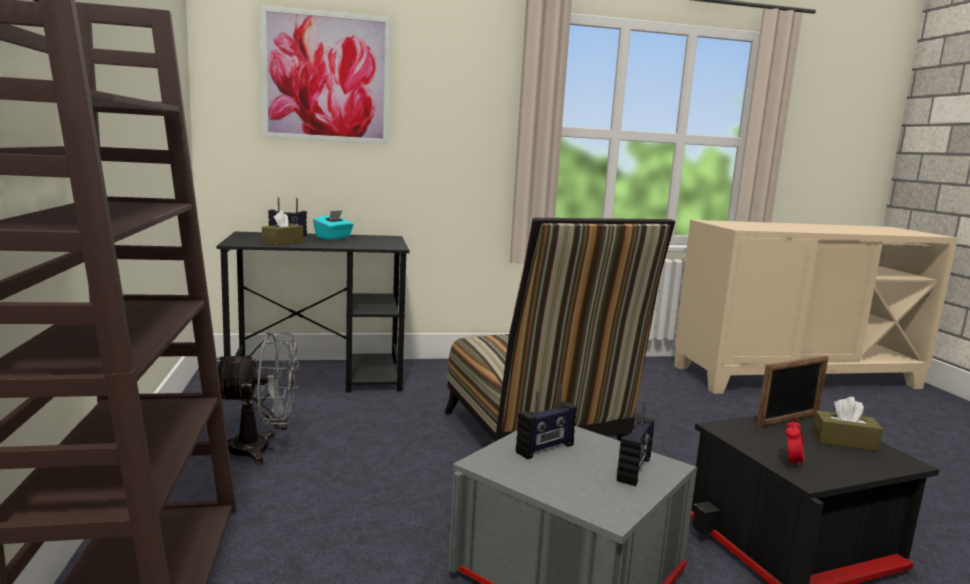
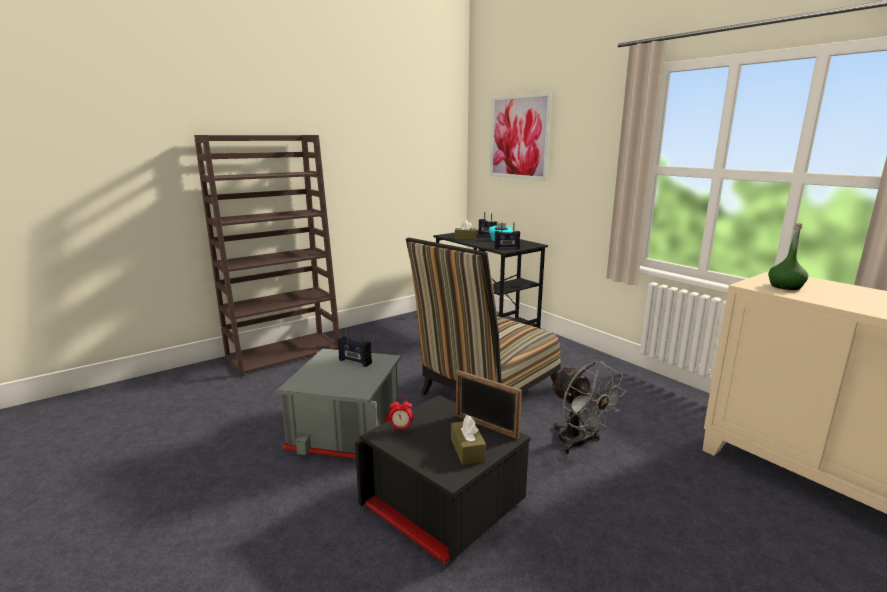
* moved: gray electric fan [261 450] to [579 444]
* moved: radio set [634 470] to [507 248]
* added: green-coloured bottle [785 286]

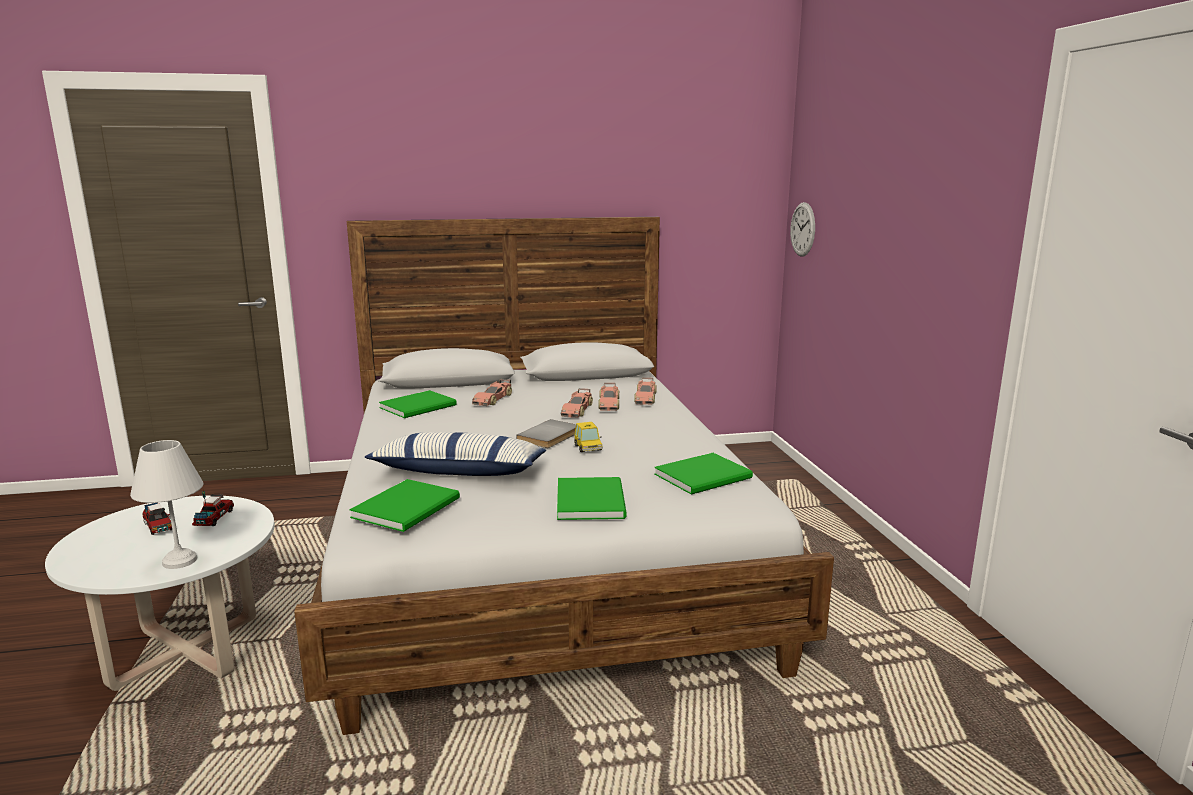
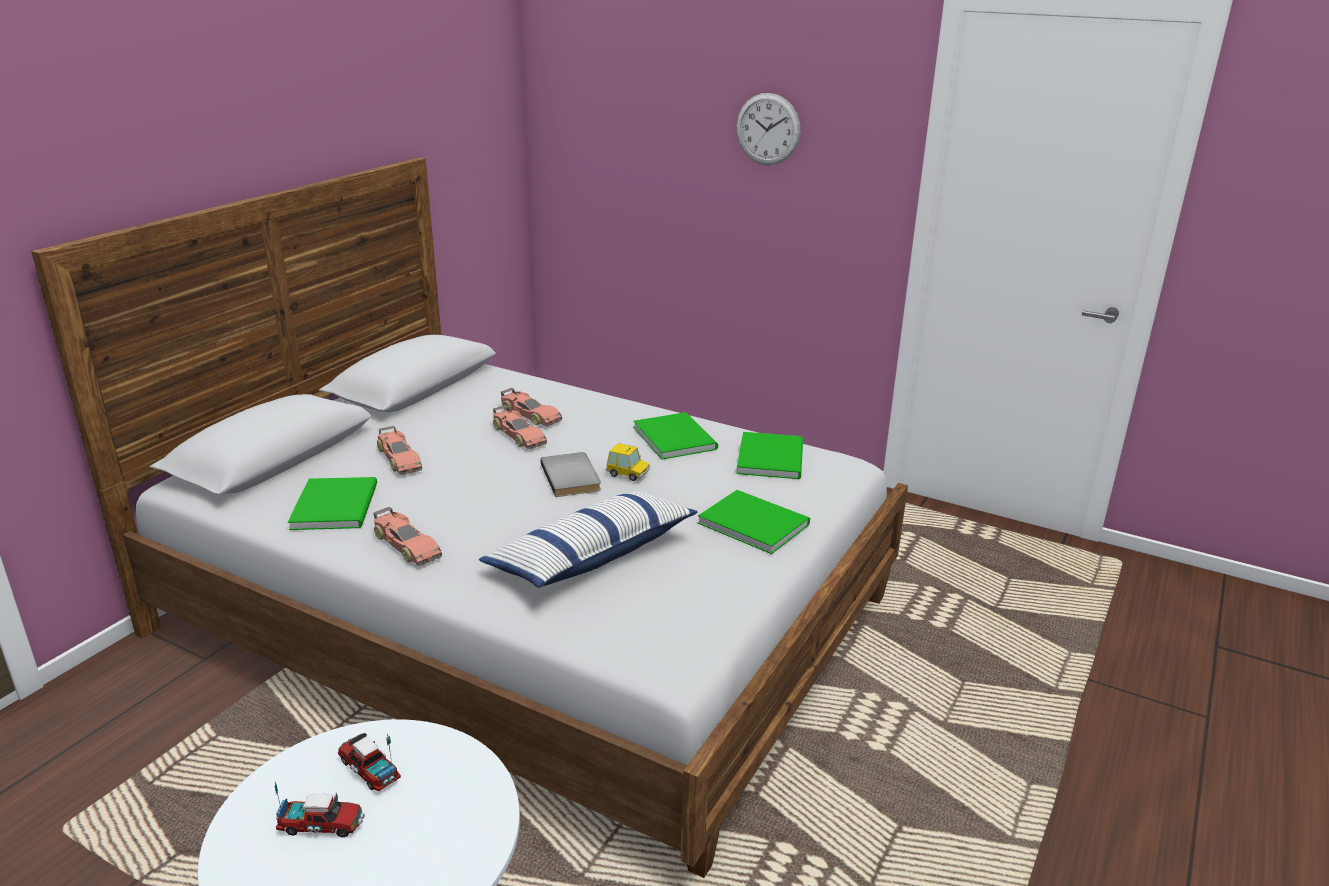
* removed: white-coloured lamp for a table [178 561]
* moved: green-coloured volume [410 507] to [675 437]
* moved: model car [645 398] to [406 545]
* moved: hanging clock [803 229] to [768 129]

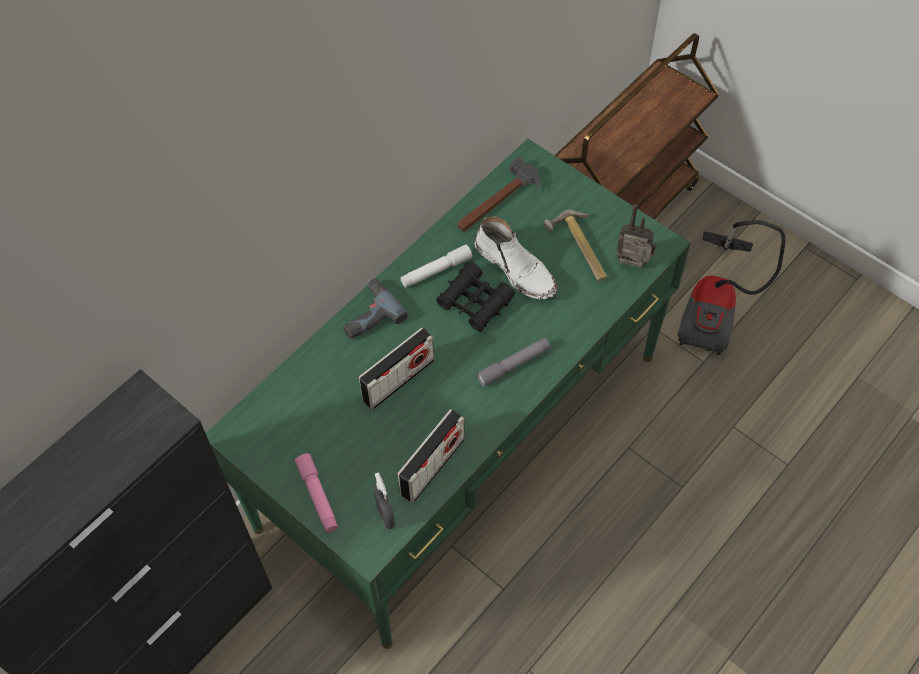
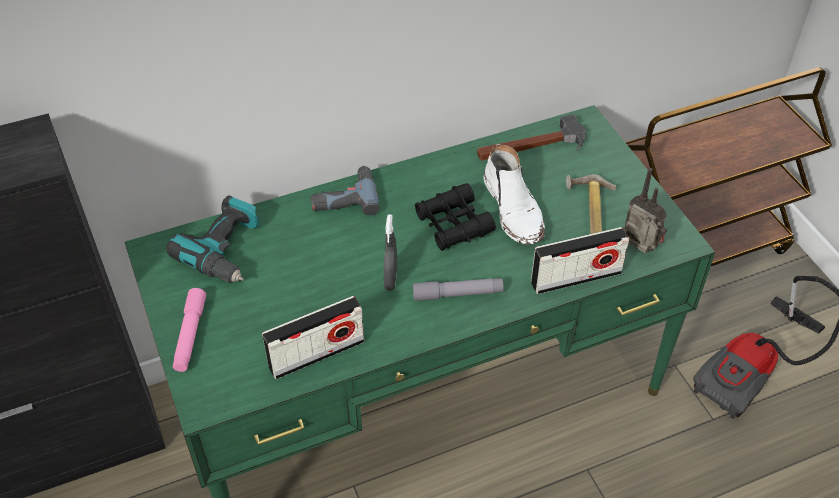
* moved: radio set [398 380] to [576 277]
* moved: gray sprayer [386 515] to [390 279]
* removed: white-coloured torch [436 271]
* added: power drill [226 251]

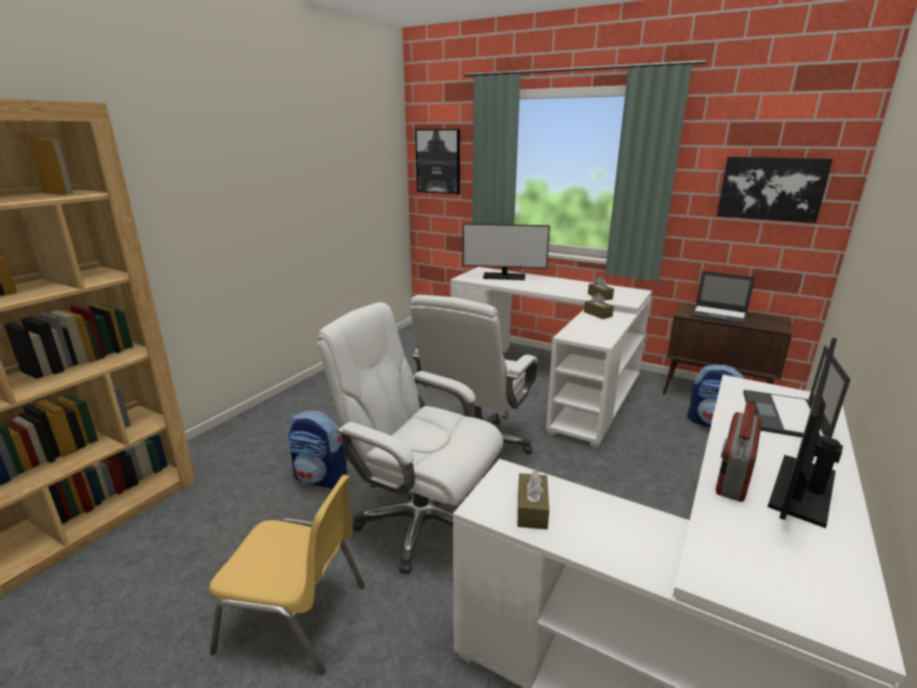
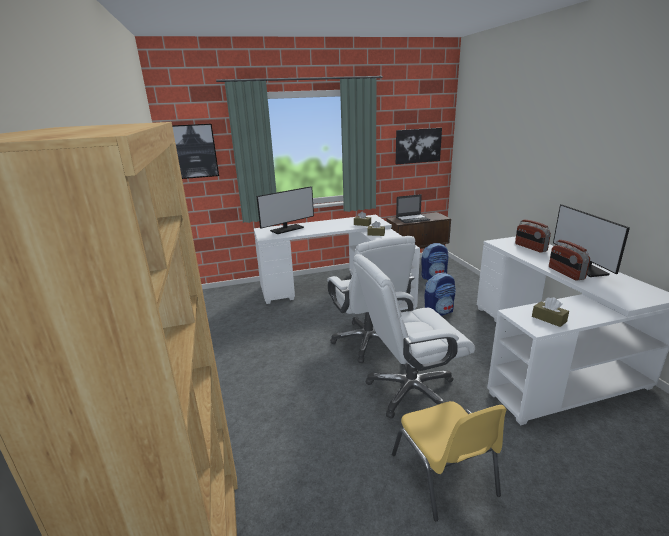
* turned: yellowish plain chair [296 617] = [444 475] 105 degrees clockwise
* moved: backpack [321 478] to [438 312]
* replaced: laptop [784 416] to radio set [530 247]

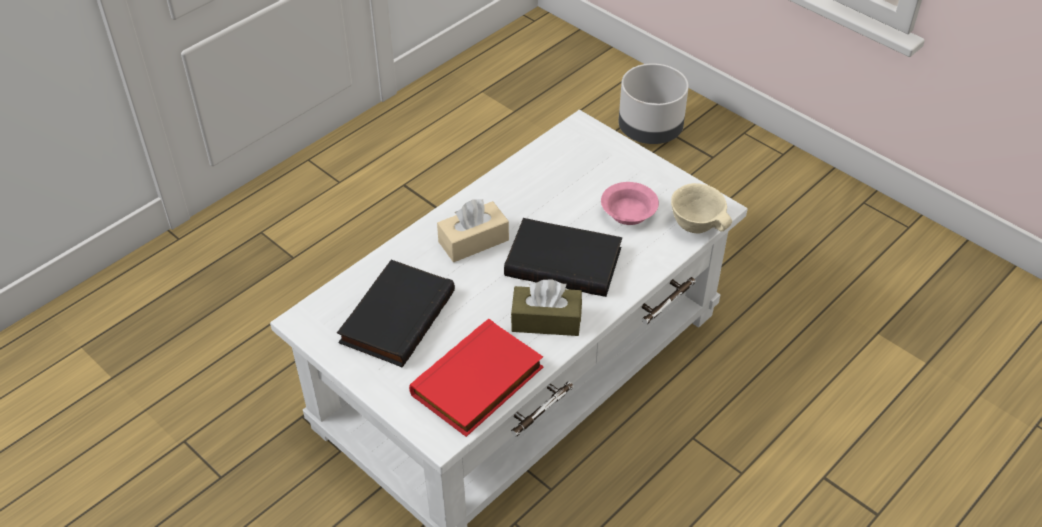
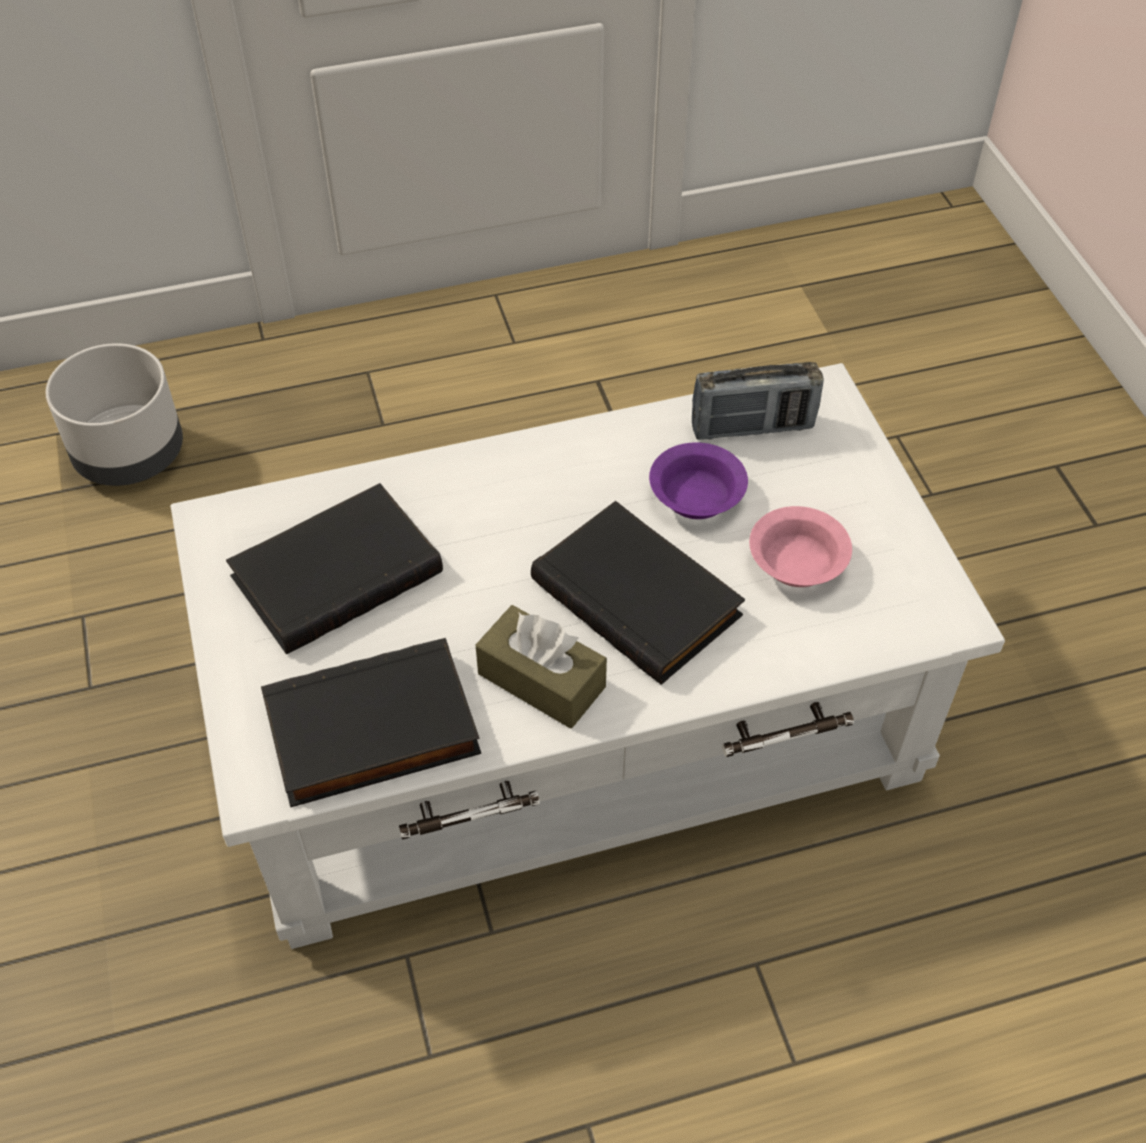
* recoloured: reddish volume [479 383] to black volume [371 732]
* removed: beige tissue holder [473 241]
* moved: gray plant pot [650 131] to [130 456]
* removed: beige serving bowl [697 225]
* added: purple-coloured serving bowl [698 496]
* added: radio set [752 427]

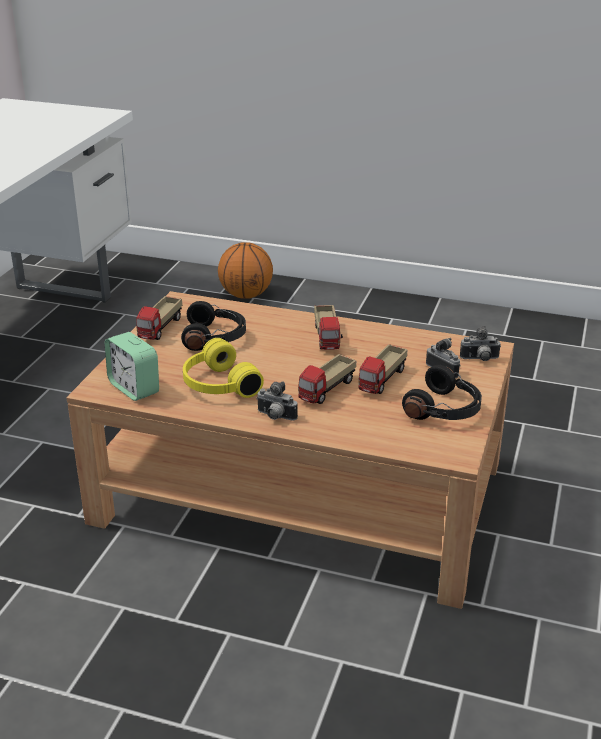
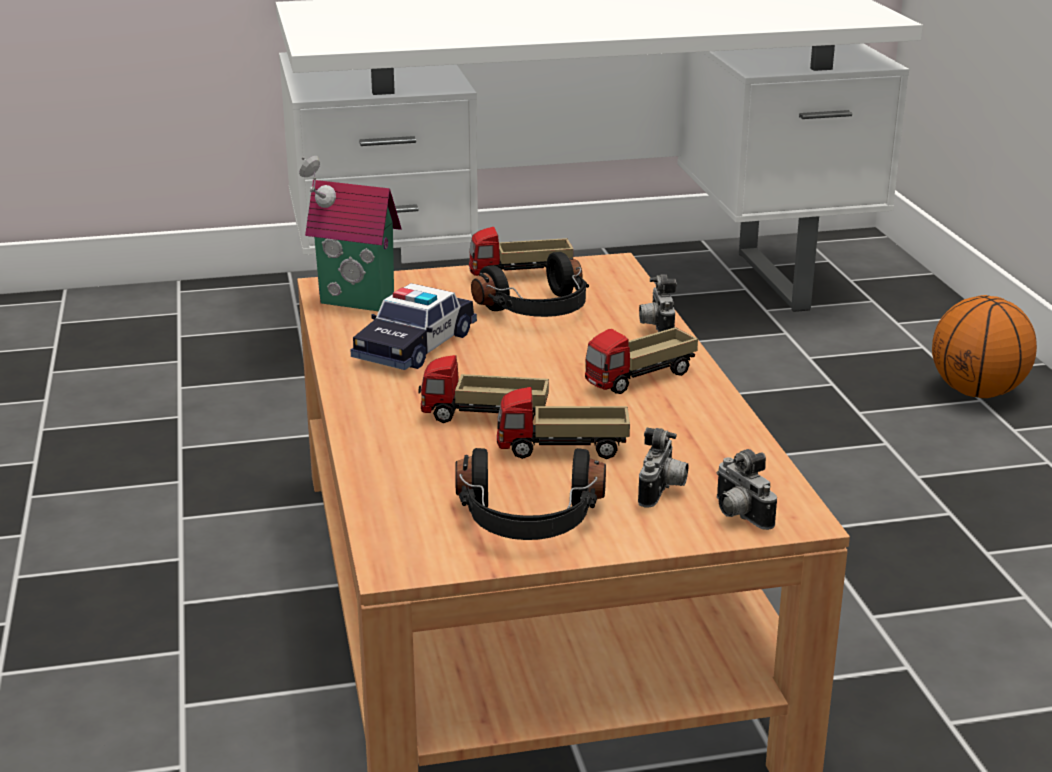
* replaced: table clock [134 388] to model house [354 303]
* replaced: yellowish headphones [217 385] to model car [415 345]
* moved: photo camera [275 417] to [656 327]

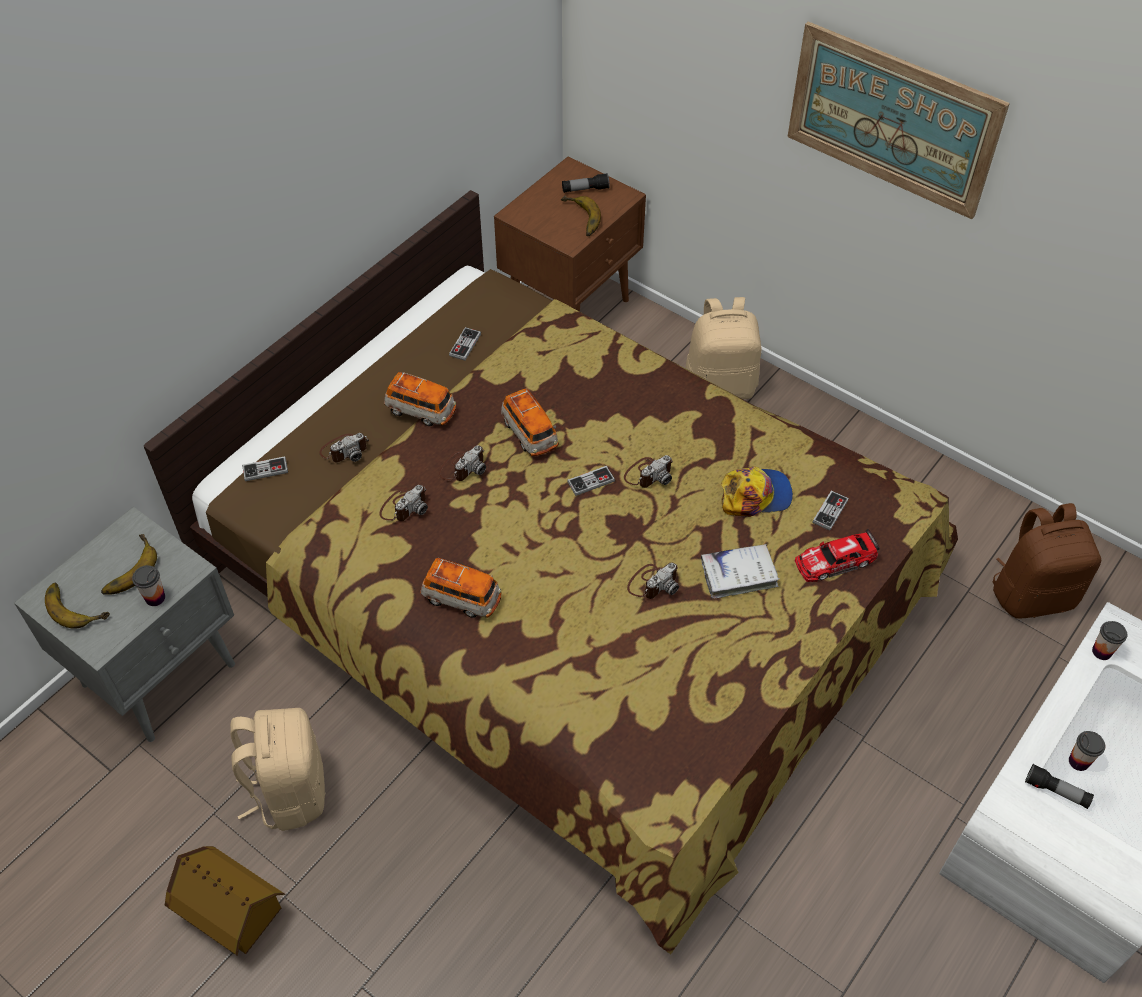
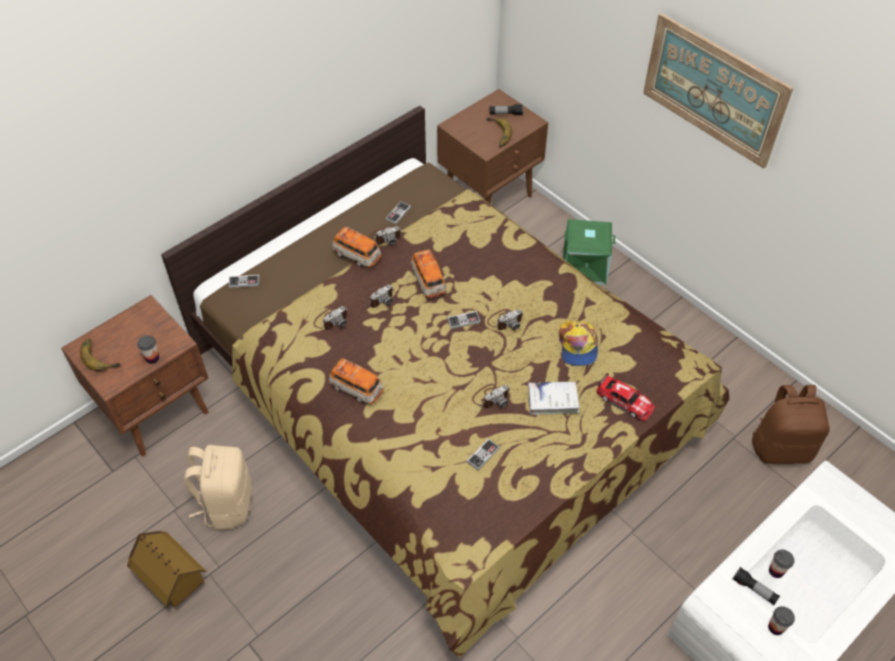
* recoloured: gray bedside table [161 673] to brown bedside table [158 411]
* removed: banana fruit [127 569]
* moved: photo camera [345 450] to [385 237]
* replaced: beige backpack [720 385] to green-coloured storage box [584 265]
* turned: peaked cap [755 495] = [578 346] 90 degrees clockwise
* turned: model car [835 561] = [624 401] 135 degrees counterclockwise
* moved: gamepad [830 511] to [483 455]
* moved: small cup [1101 651] to [775 627]

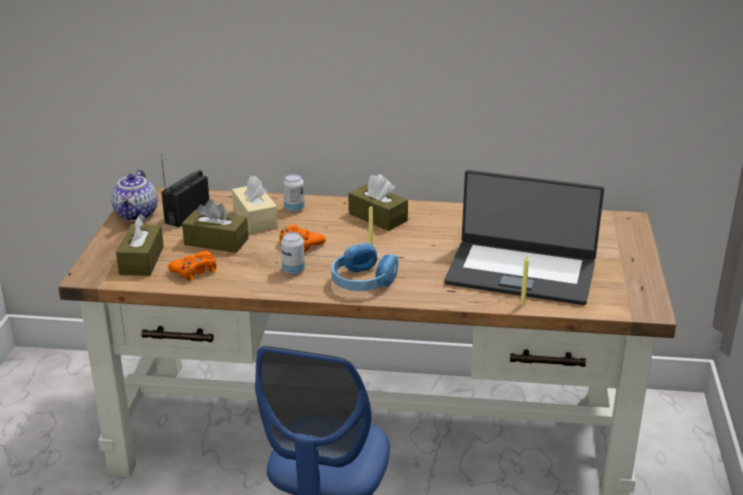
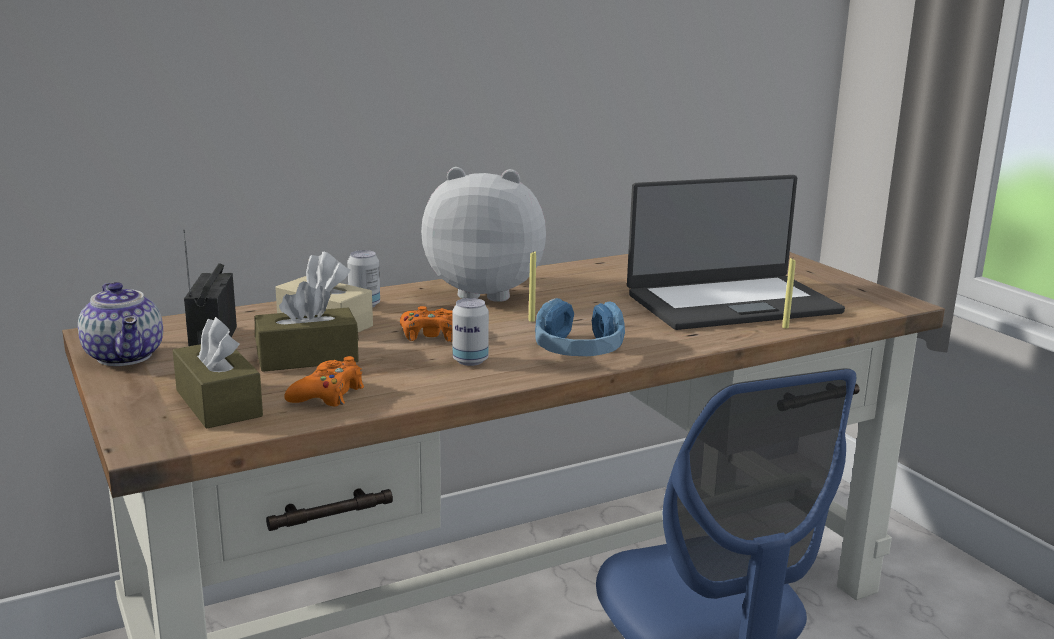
* replaced: brown tissue holder [377 217] to soft toy [486 292]

